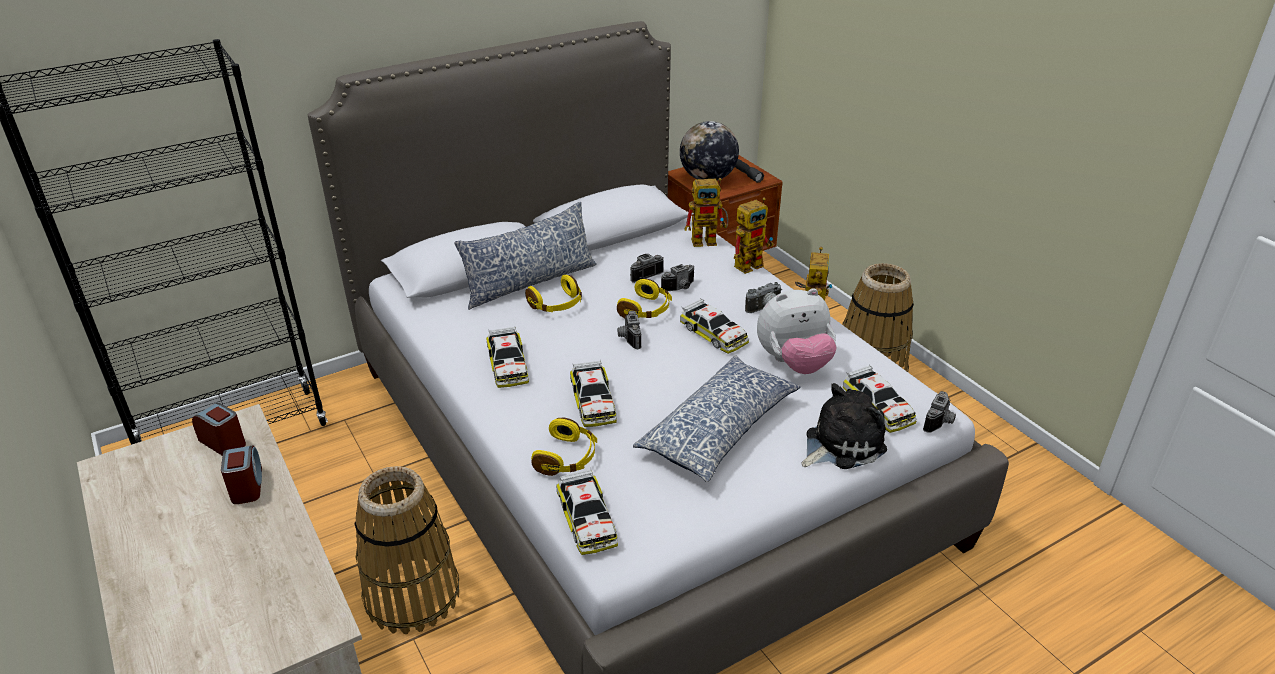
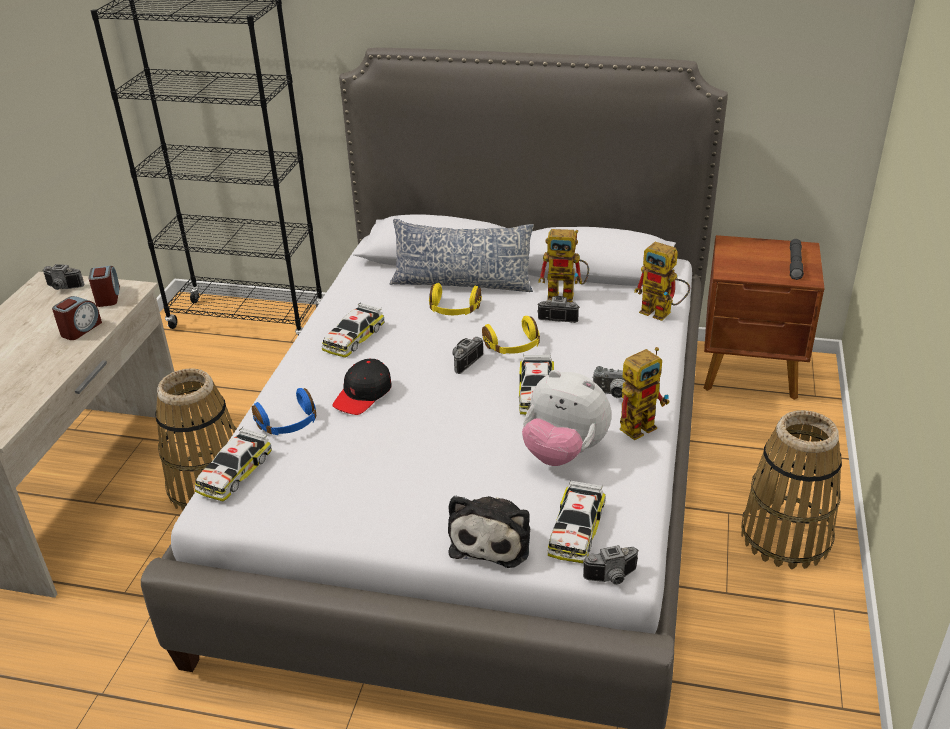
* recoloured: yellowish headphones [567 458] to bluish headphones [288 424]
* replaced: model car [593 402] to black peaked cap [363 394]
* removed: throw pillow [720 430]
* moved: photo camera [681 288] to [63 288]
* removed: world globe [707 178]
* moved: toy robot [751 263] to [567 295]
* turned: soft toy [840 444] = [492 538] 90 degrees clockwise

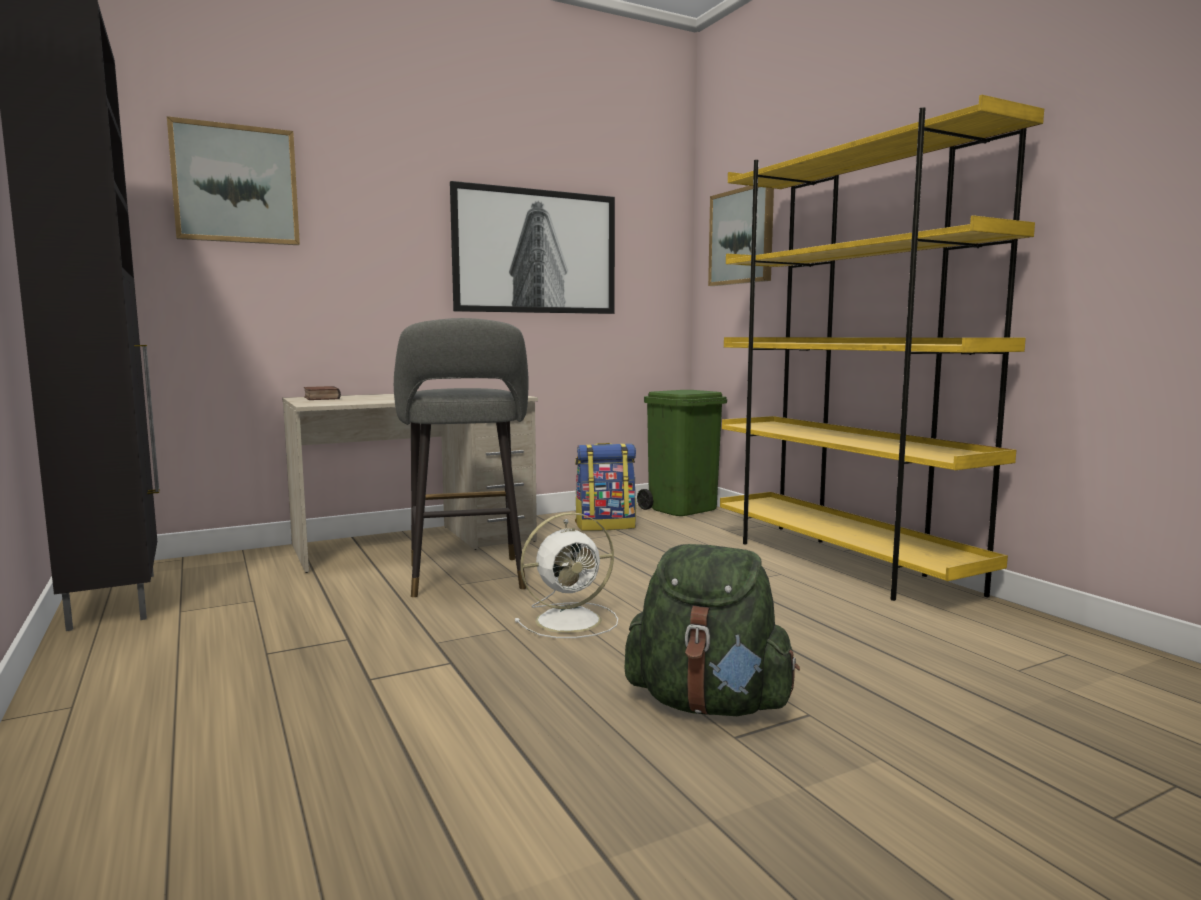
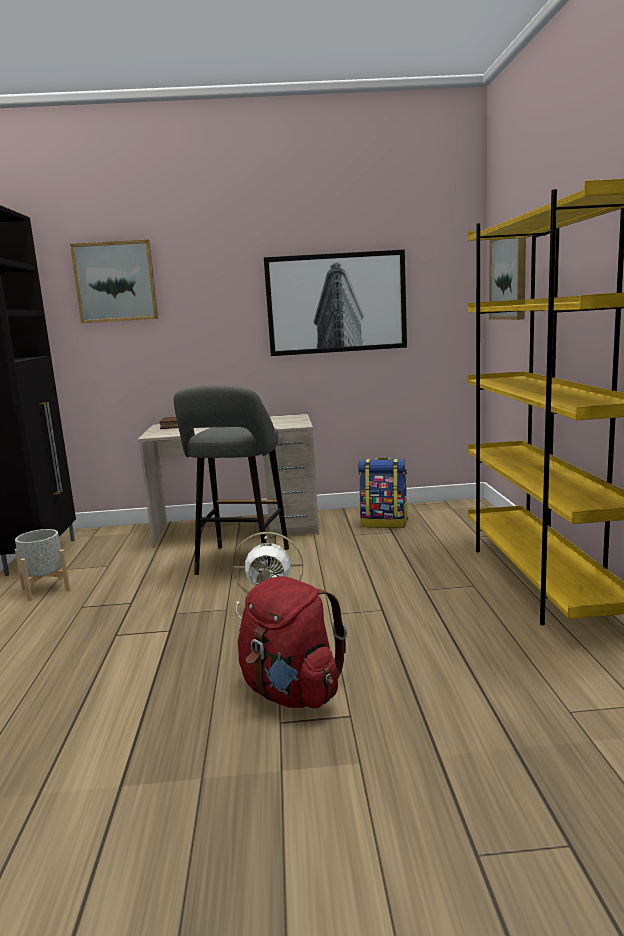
* recoloured: green-coloured backpack [708 704] to reddish backpack [291 692]
* removed: green-coloured trash can [682 509]
* added: gray plant pot [45 589]

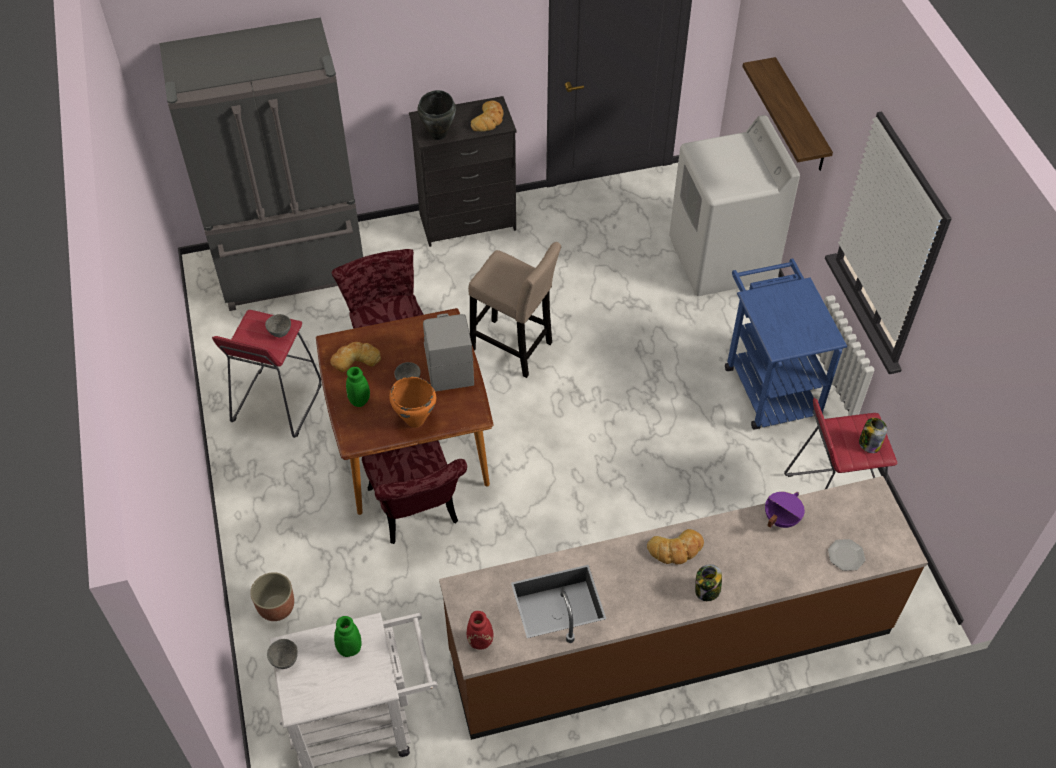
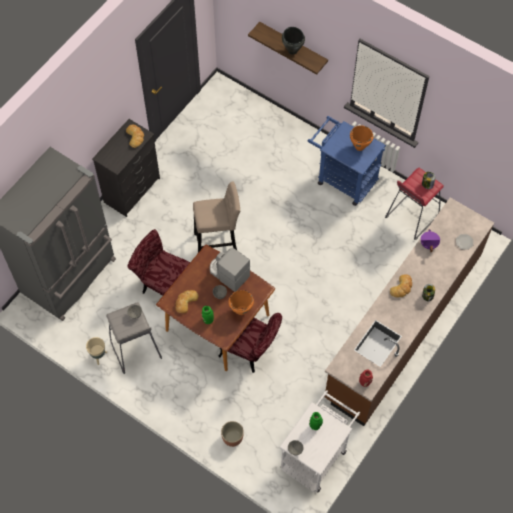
* recoloured: reddish sitting stool [276 403] to gray sitting stool [135 349]
* moved: black stockpot [438 134] to [292 50]
* removed: white-coloured washing machine [722 260]
* added: beige plant pot [98 356]
* added: orangey stockpot [359 147]

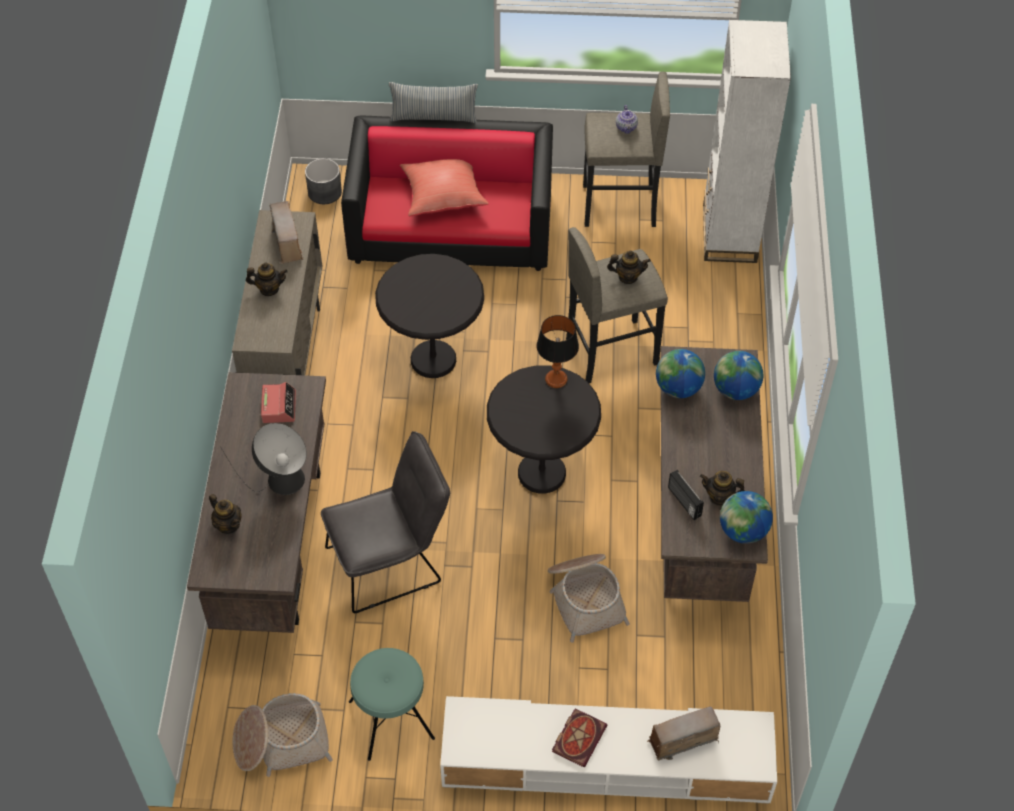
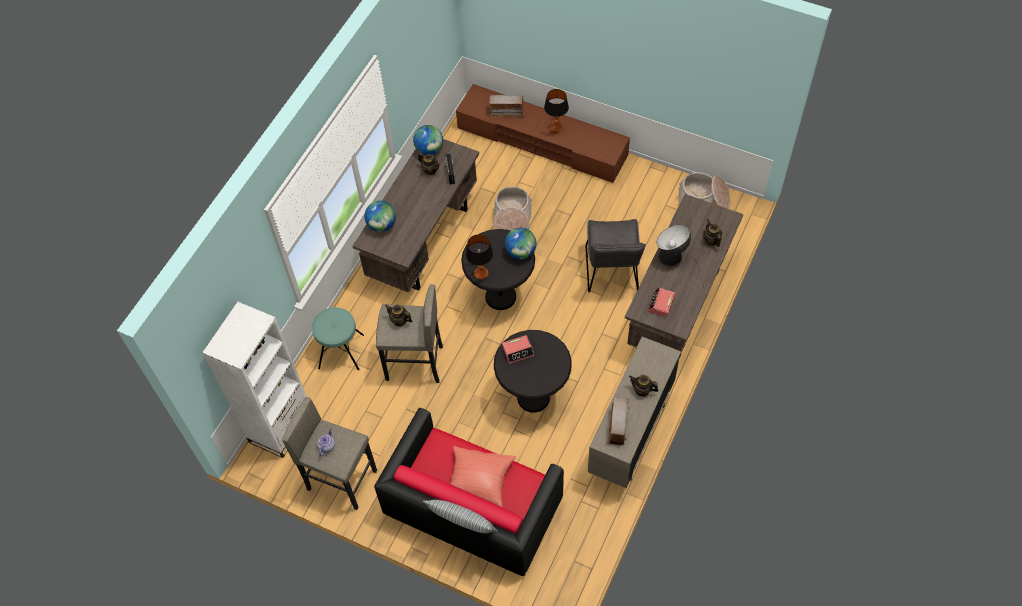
* removed: gray plant pot [325 192]
* turned: gray plain chair [391 562] = [612 273] 90 degrees counterclockwise
* moved: turquoise sitting stool [391 720] to [341 351]
* recoloured: white-coloured media console [605 761] to brown media console [542 142]
* replaced: volume [579 737] to lamp for a table [556 128]
* moved: world globe [678 388] to [521 252]
* added: table clock [518 351]

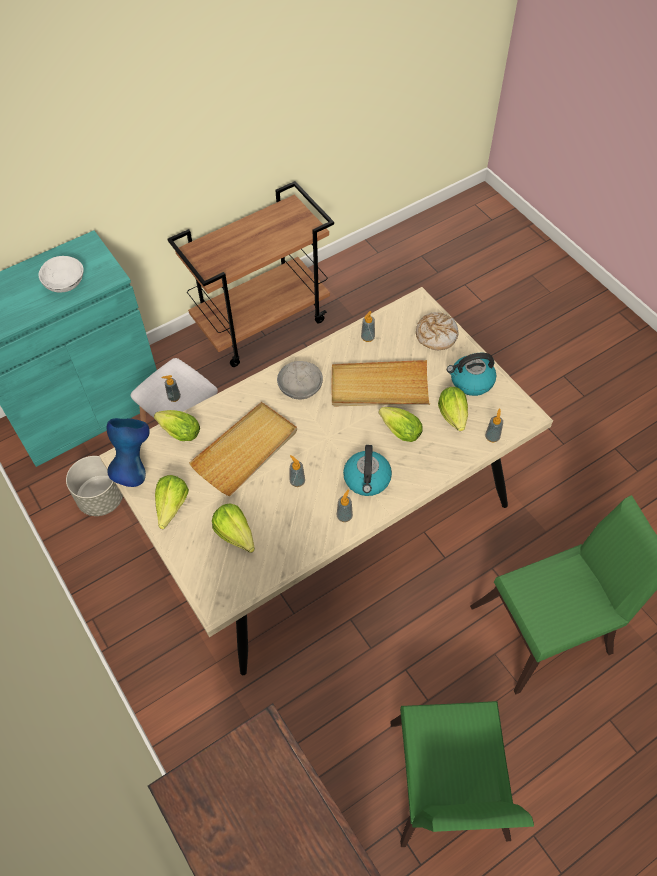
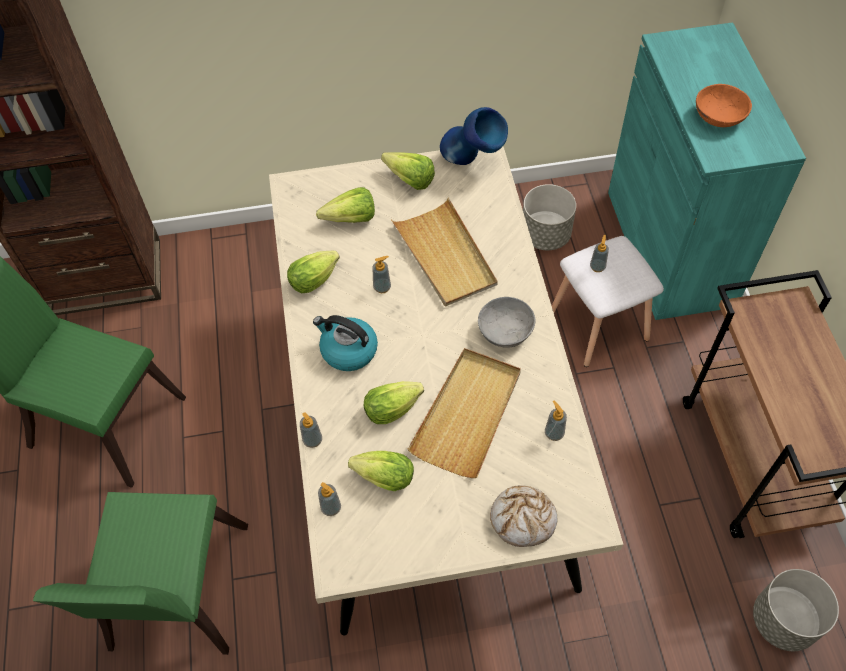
* recoloured: white-coloured serving bowl [64 283] to orangey serving bowl [718 116]
* moved: head of lettuce [178 432] to [316 278]
* moved: soap dispenser [344 516] to [312 440]
* removed: tea kettle [471 381]
* added: gray plant pot [783 621]

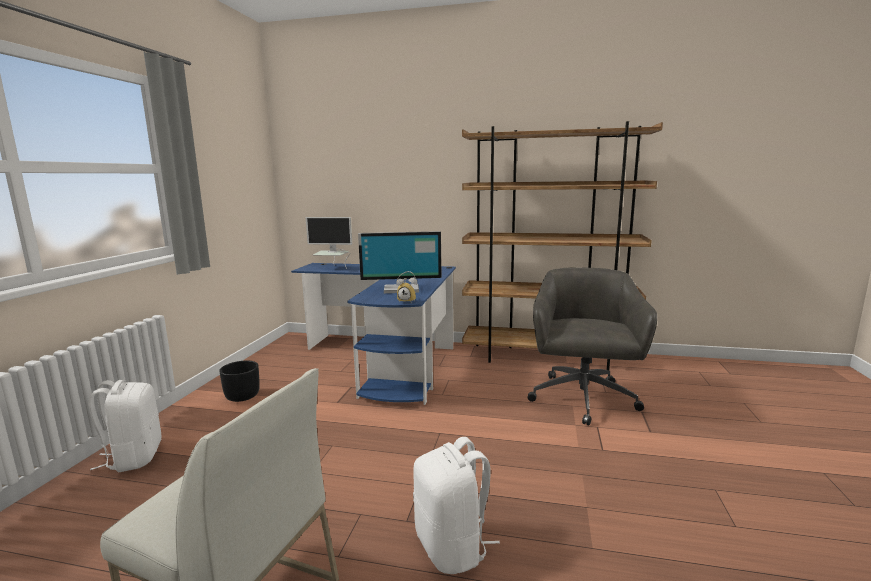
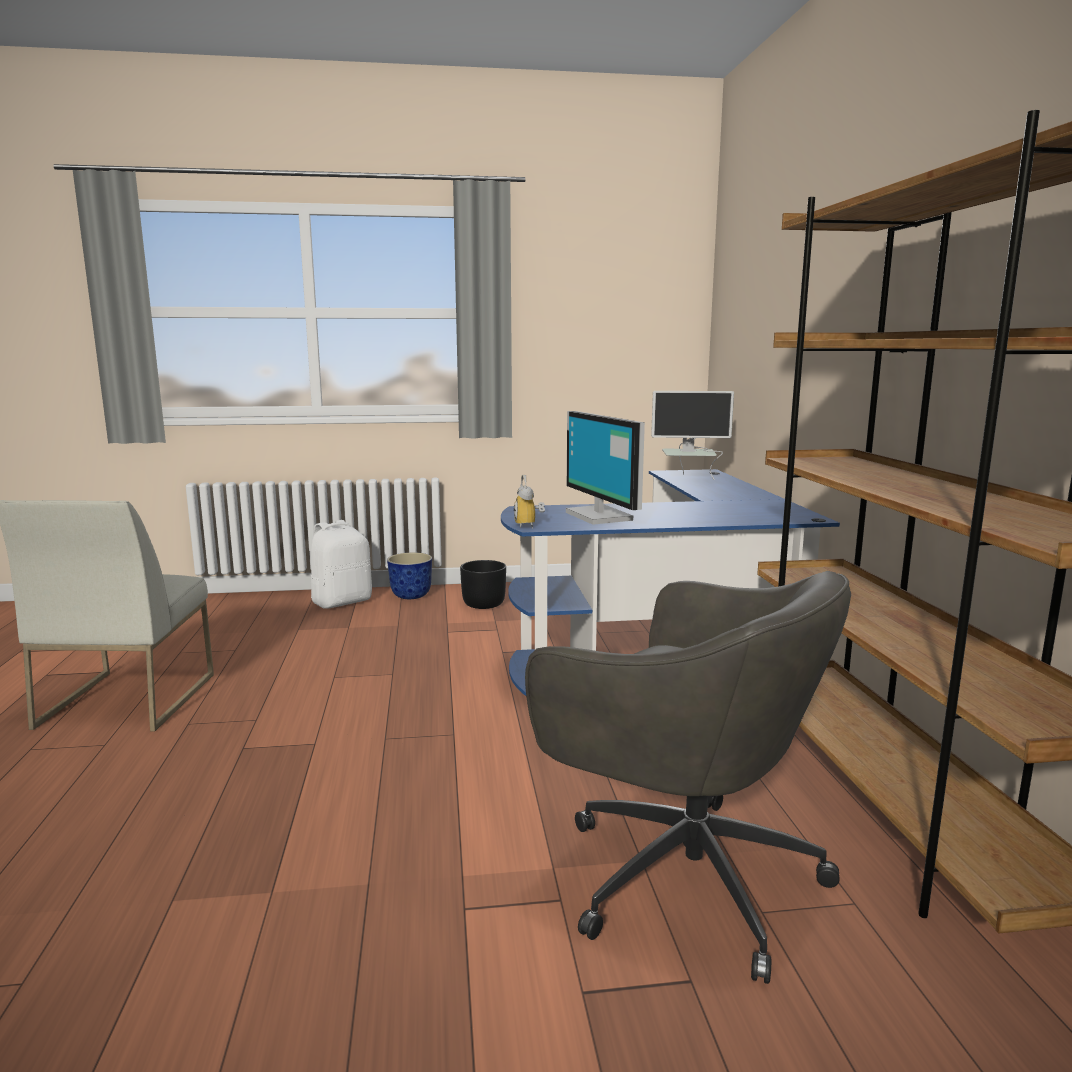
* turned: computer display [332 269] = [688 479] 75 degrees counterclockwise
* removed: white-coloured backpack [452 547]
* turned: gray office chair [582 400] = [683 874] 45 degrees clockwise
* added: plant pot [411 595]

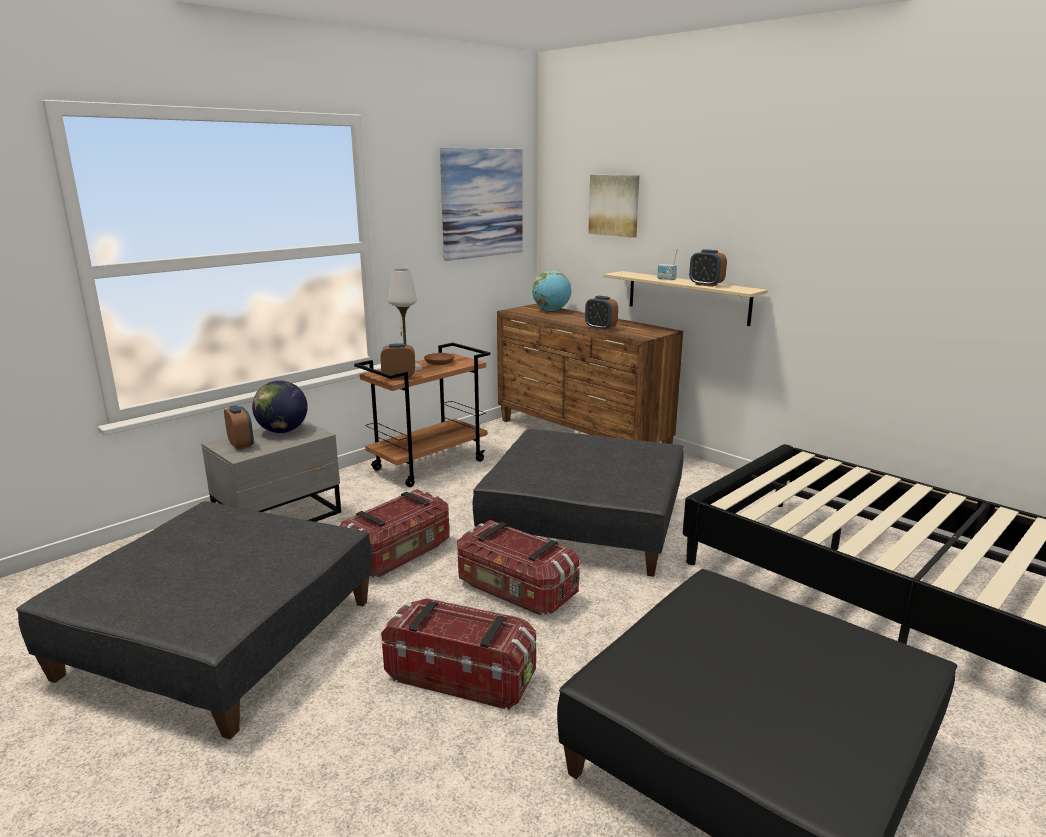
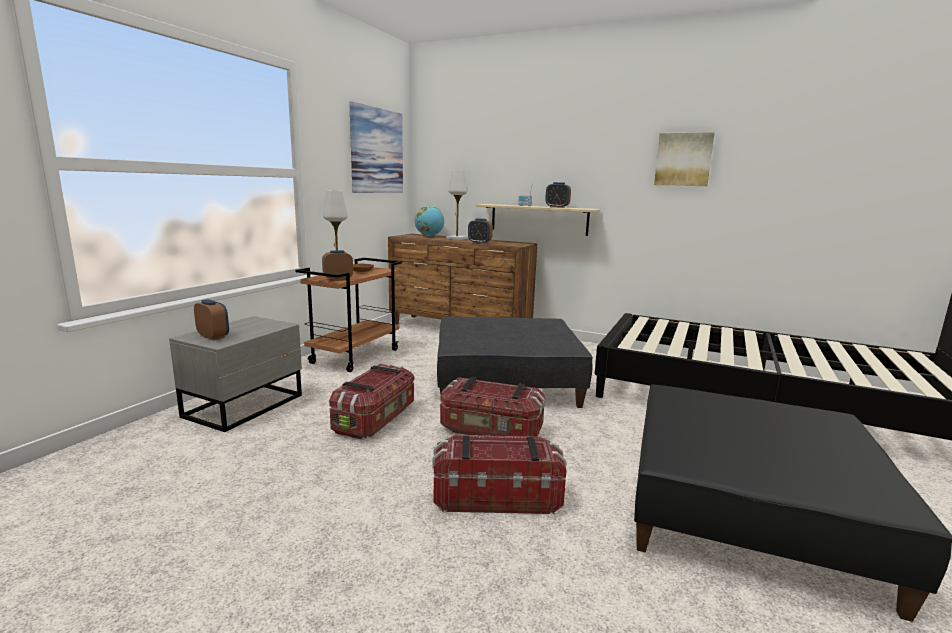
* removed: gray ottoman [220 637]
* removed: world globe [283 431]
* moved: picture [614 205] to [683 159]
* added: white-coloured lamp for a table [456 238]

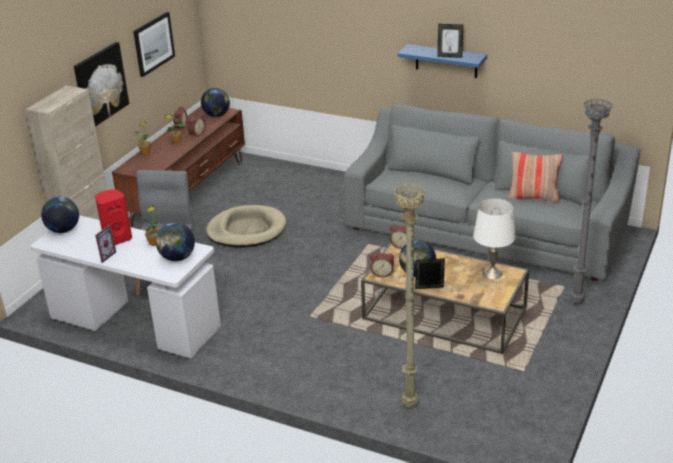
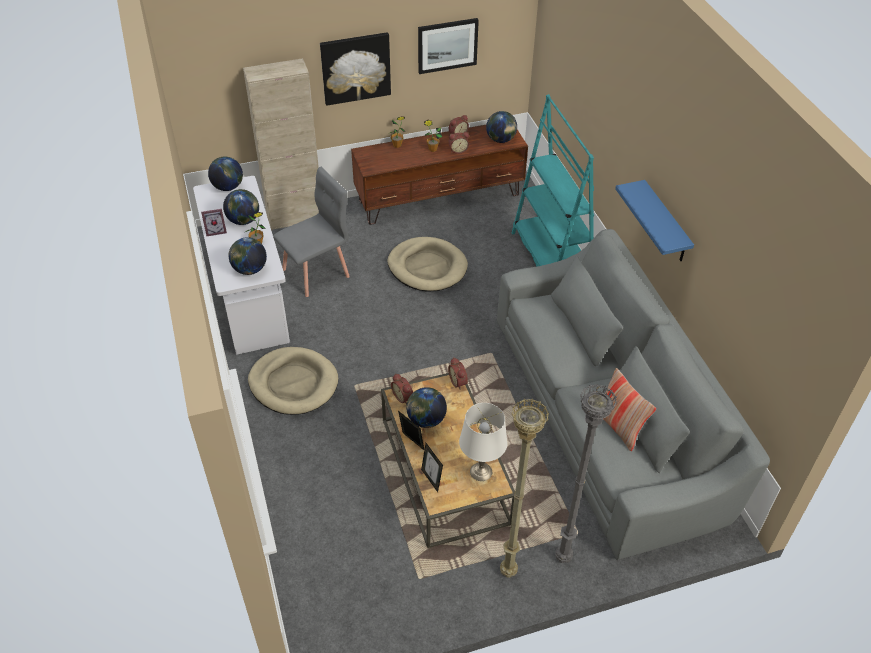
* replaced: reddish audio speaker [116 239] to world globe [243 221]
* moved: beige standard lamp [410 404] to [509 571]
* moved: picture frame [449 56] to [431 479]
* added: beige pet bed [293 383]
* added: turquoise bookshelf [551 258]

